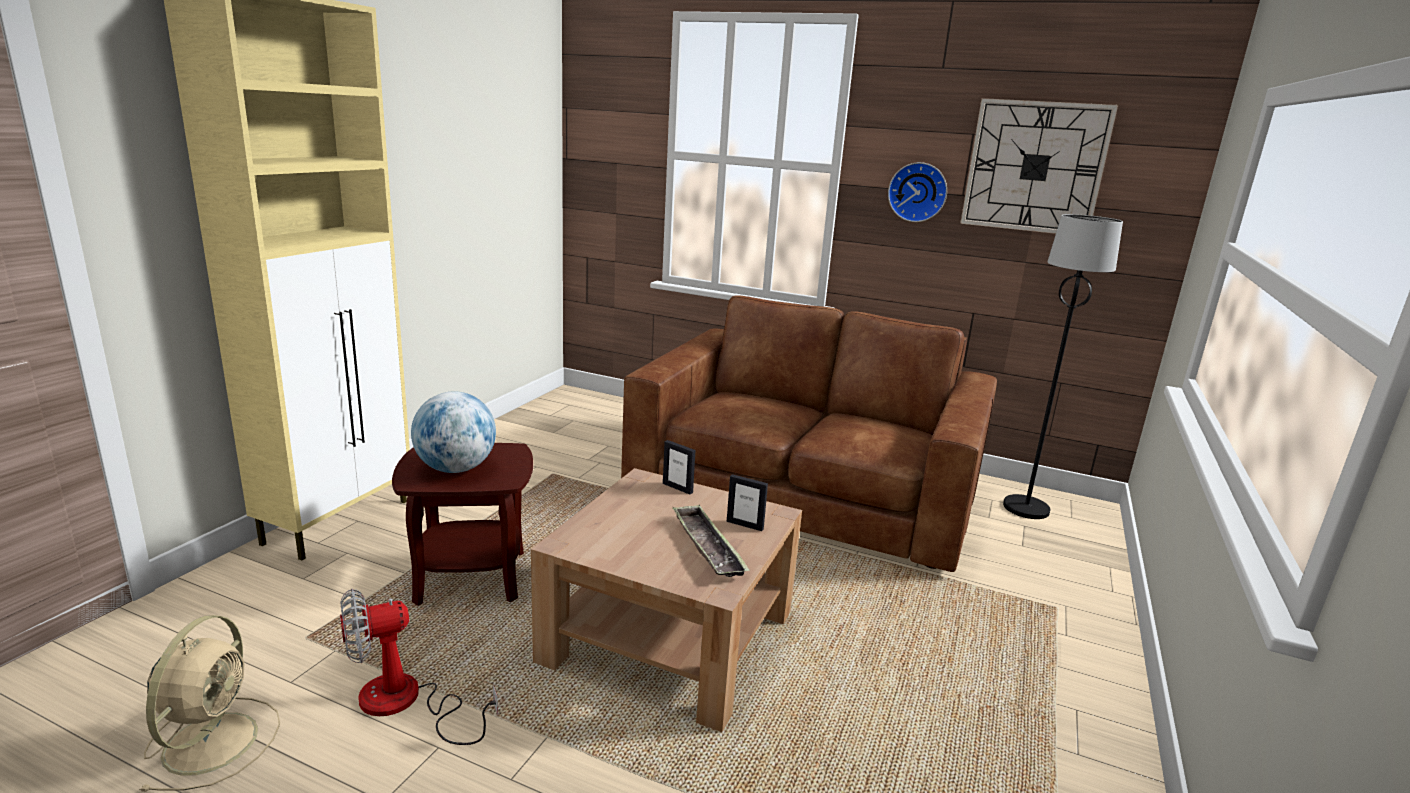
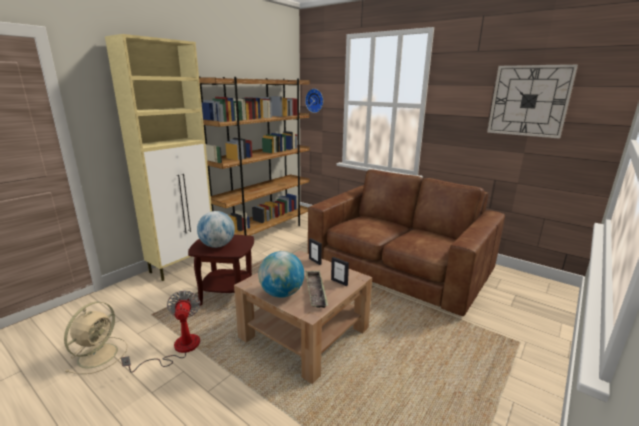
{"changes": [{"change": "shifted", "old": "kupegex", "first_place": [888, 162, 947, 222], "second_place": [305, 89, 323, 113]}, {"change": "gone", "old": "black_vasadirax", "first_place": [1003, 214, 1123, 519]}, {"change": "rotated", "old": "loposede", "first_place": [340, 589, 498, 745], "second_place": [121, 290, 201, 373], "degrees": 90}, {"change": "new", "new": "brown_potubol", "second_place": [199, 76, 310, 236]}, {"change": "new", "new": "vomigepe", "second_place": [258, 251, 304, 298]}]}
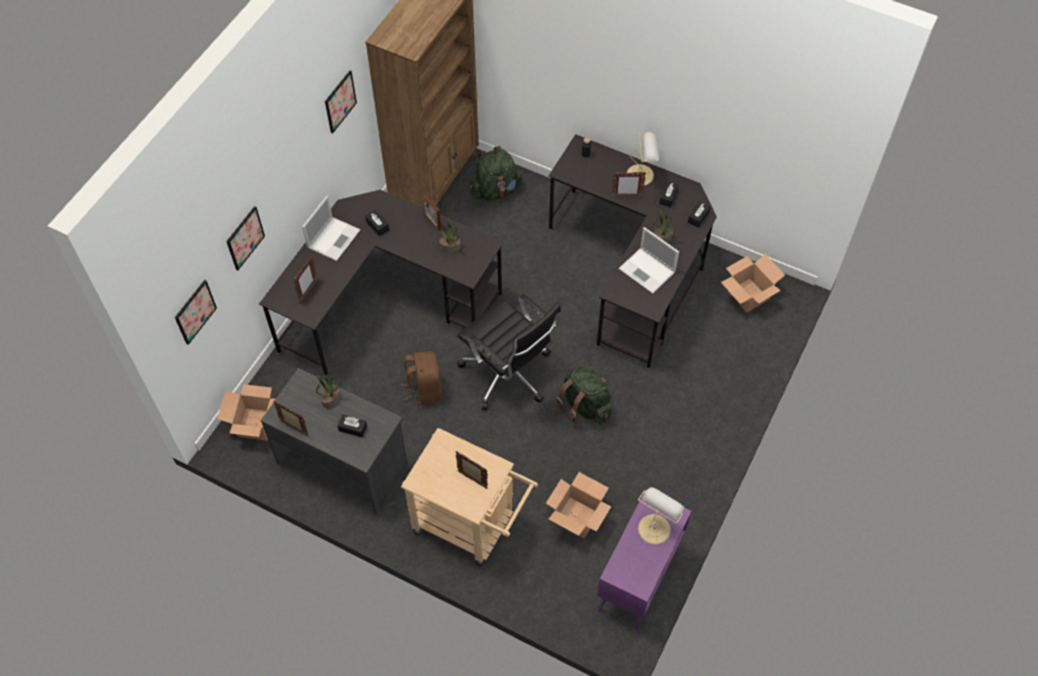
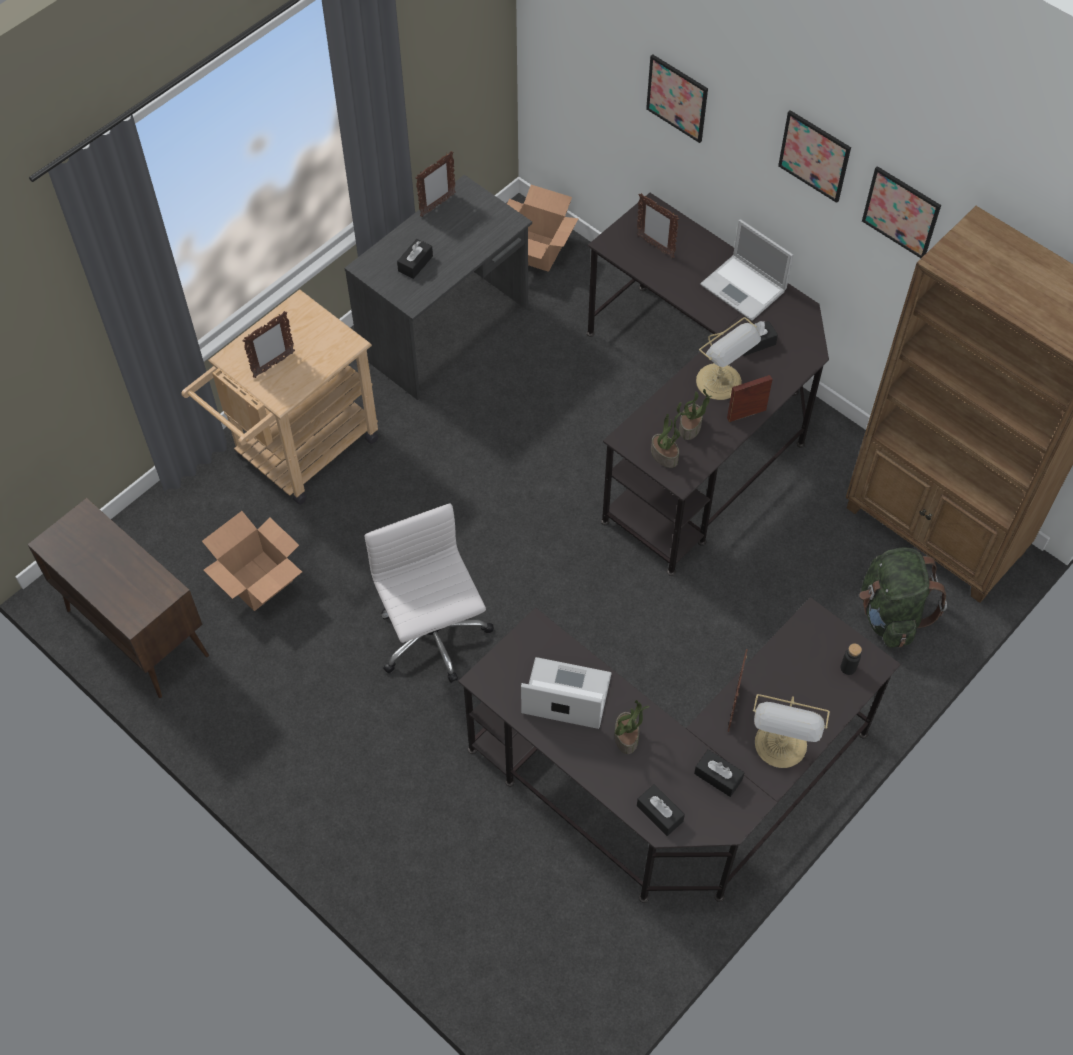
{"changes": [{"change": "rotated", "old": "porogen", "first_place": [619, 227, 679, 294], "second_place": [521, 657, 612, 729], "degrees": 45}, {"change": "gone", "old": "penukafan", "first_place": [721, 254, 785, 312]}, {"change": "shifted", "old": "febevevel", "first_place": [175, 280, 217, 345], "second_place": [778, 110, 851, 203]}, {"change": "gone", "old": "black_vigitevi", "first_place": [457, 294, 561, 410]}, {"change": "gone", "old": "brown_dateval", "first_place": [401, 351, 442, 405]}, {"change": "swapped", "old": "green_dateval", "new": "white_vigitevi", "first_place": [556, 365, 612, 424], "second_place": [365, 503, 494, 683]}, {"change": "shifted", "old": "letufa", "first_place": [316, 375, 341, 408], "second_place": [651, 412, 681, 468]}, {"change": "shifted", "old": "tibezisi", "first_place": [638, 487, 684, 545], "second_place": [696, 317, 761, 400]}, {"change": "repainted", "old": "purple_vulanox", "new": "brown_vulanox", "first_place": [597, 489, 691, 630], "second_place": [27, 498, 209, 698]}]}
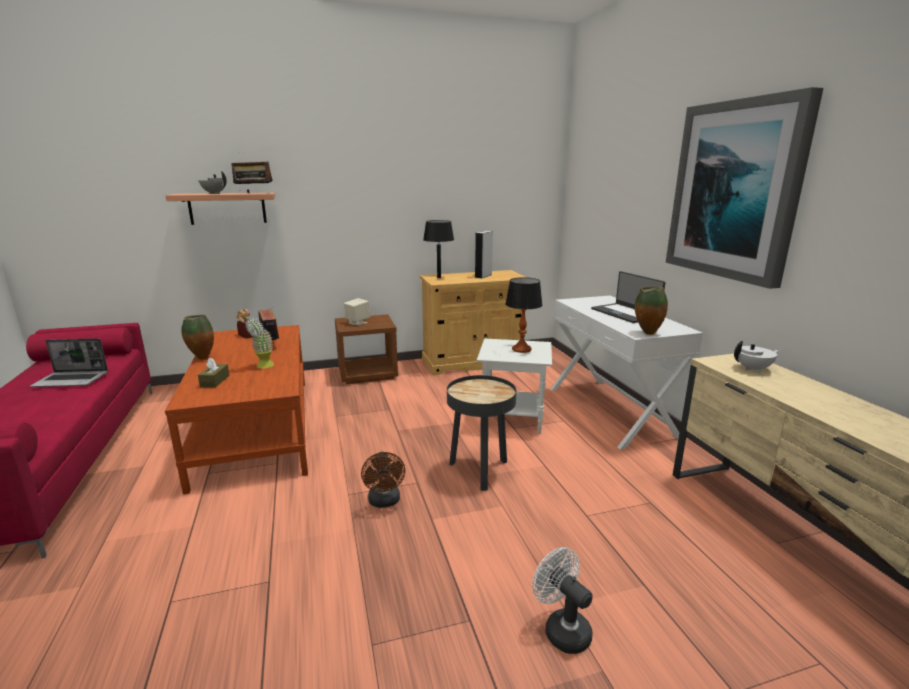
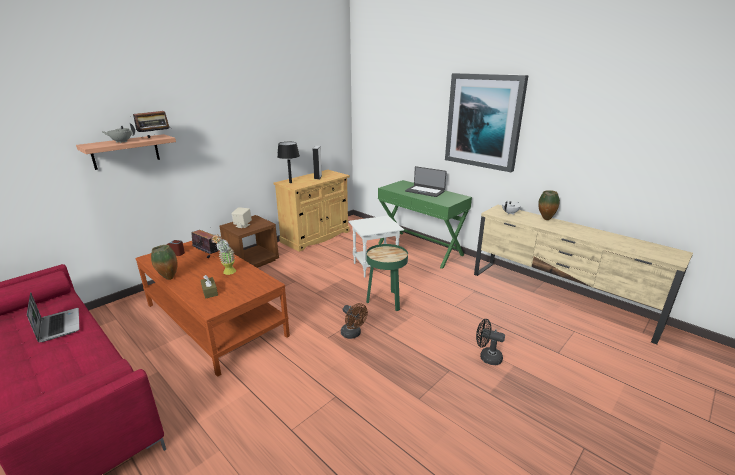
{"changes": [{"change": "gone", "old": "tibezisi", "first_place": [505, 277, 542, 353]}, {"change": "shifted", "old": "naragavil", "first_place": [635, 286, 668, 335], "second_place": [538, 190, 560, 220]}, {"change": "repainted", "old": "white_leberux", "new": "green_leberux", "first_place": [551, 296, 703, 450], "second_place": [378, 180, 472, 269]}, {"change": "rotated", "old": "porogen", "first_place": [30, 339, 108, 387], "second_place": [27, 292, 79, 342], "degrees": -90}, {"change": "repainted", "old": "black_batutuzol", "new": "green_batutuzol", "first_place": [447, 375, 517, 491], "second_place": [366, 244, 408, 311]}, {"change": "repainted", "old": "white_loposede", "new": "black_loposede", "first_place": [532, 547, 593, 654], "second_place": [476, 319, 505, 365]}]}
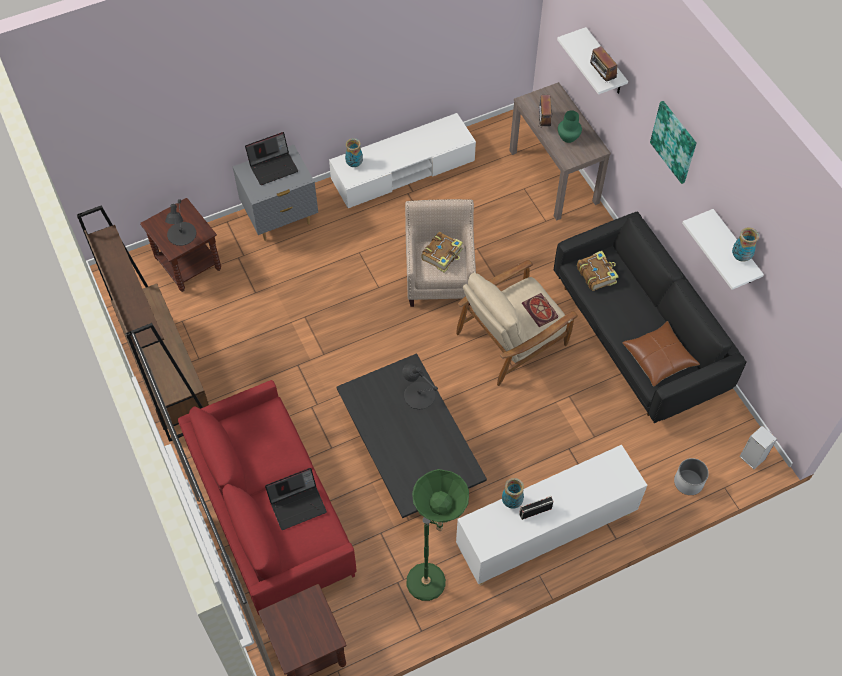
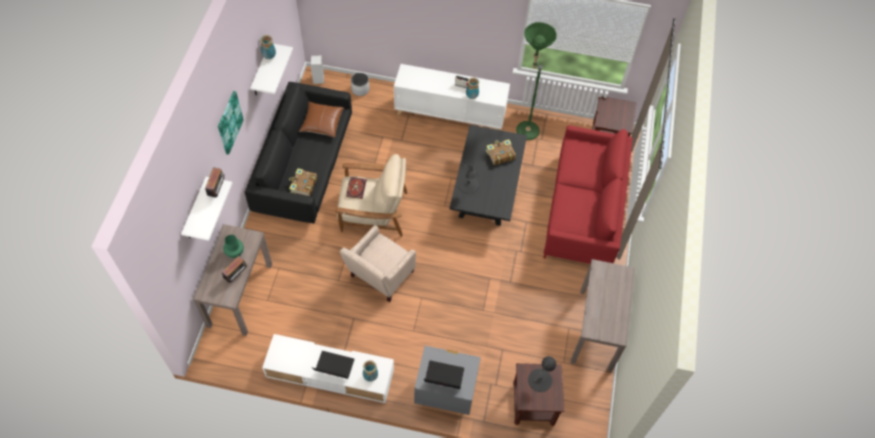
{"changes": [{"change": "swapped", "old": "brown_potubol", "new": "brown_leberux", "first_place": [77, 205, 209, 442], "second_place": [571, 259, 635, 372]}, {"change": "shifted", "old": "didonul", "first_place": [421, 232, 463, 273], "second_place": [486, 139, 516, 165]}, {"change": "shifted", "old": "porogen", "first_place": [265, 468, 327, 530], "second_place": [311, 351, 354, 379]}]}
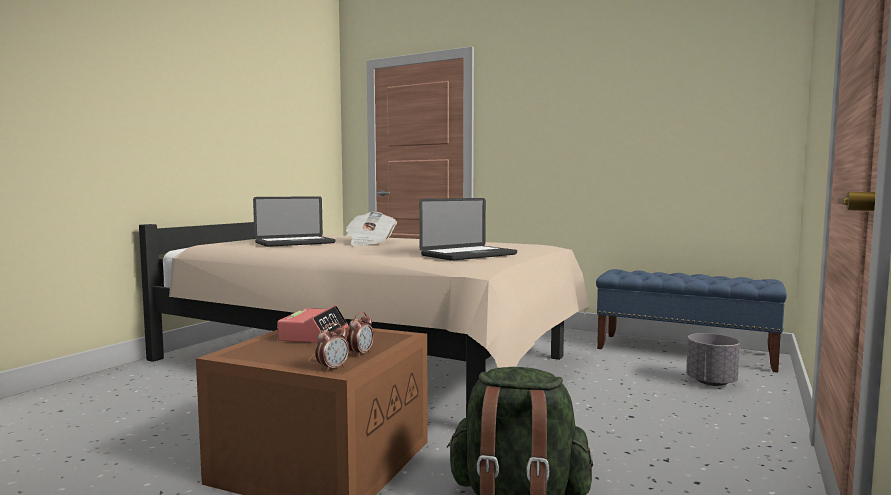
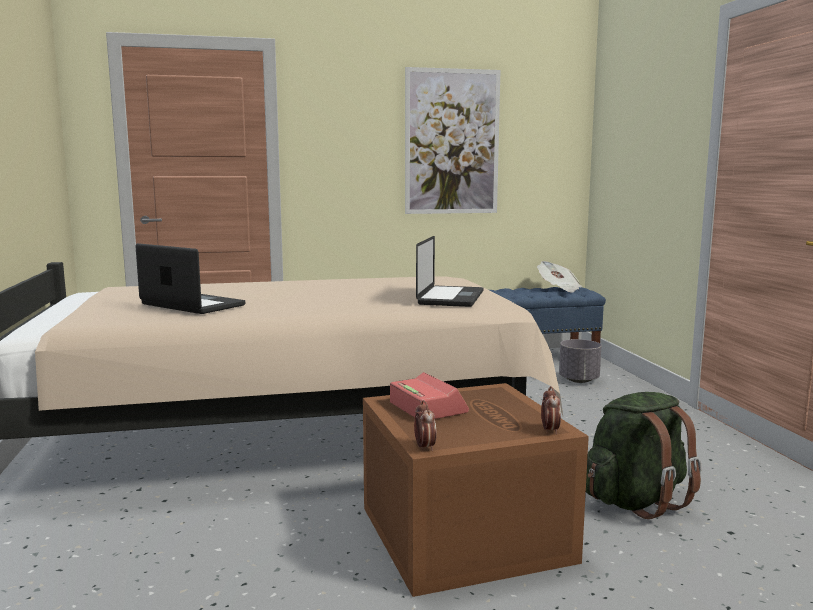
{"changes": [{"change": "rotated", "old": "porogen", "first_place": [253, 196, 336, 247], "second_place": [135, 243, 245, 314], "degrees": -75}, {"change": "shifted", "old": "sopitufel", "first_place": [345, 212, 397, 246], "second_place": [537, 261, 582, 293]}, {"change": "shifted", "old": "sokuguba", "first_place": [347, 312, 374, 357], "second_place": [414, 400, 437, 451]}, {"change": "new", "new": "febevevel", "second_place": [405, 67, 500, 214]}]}
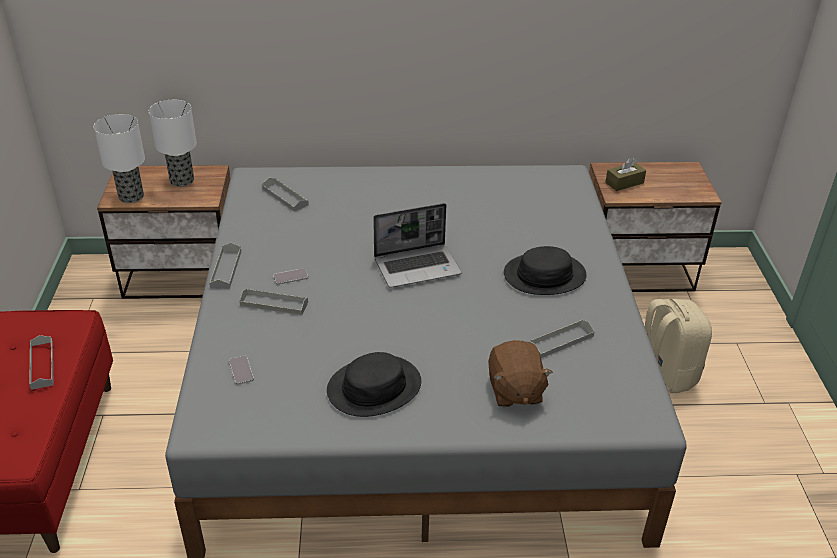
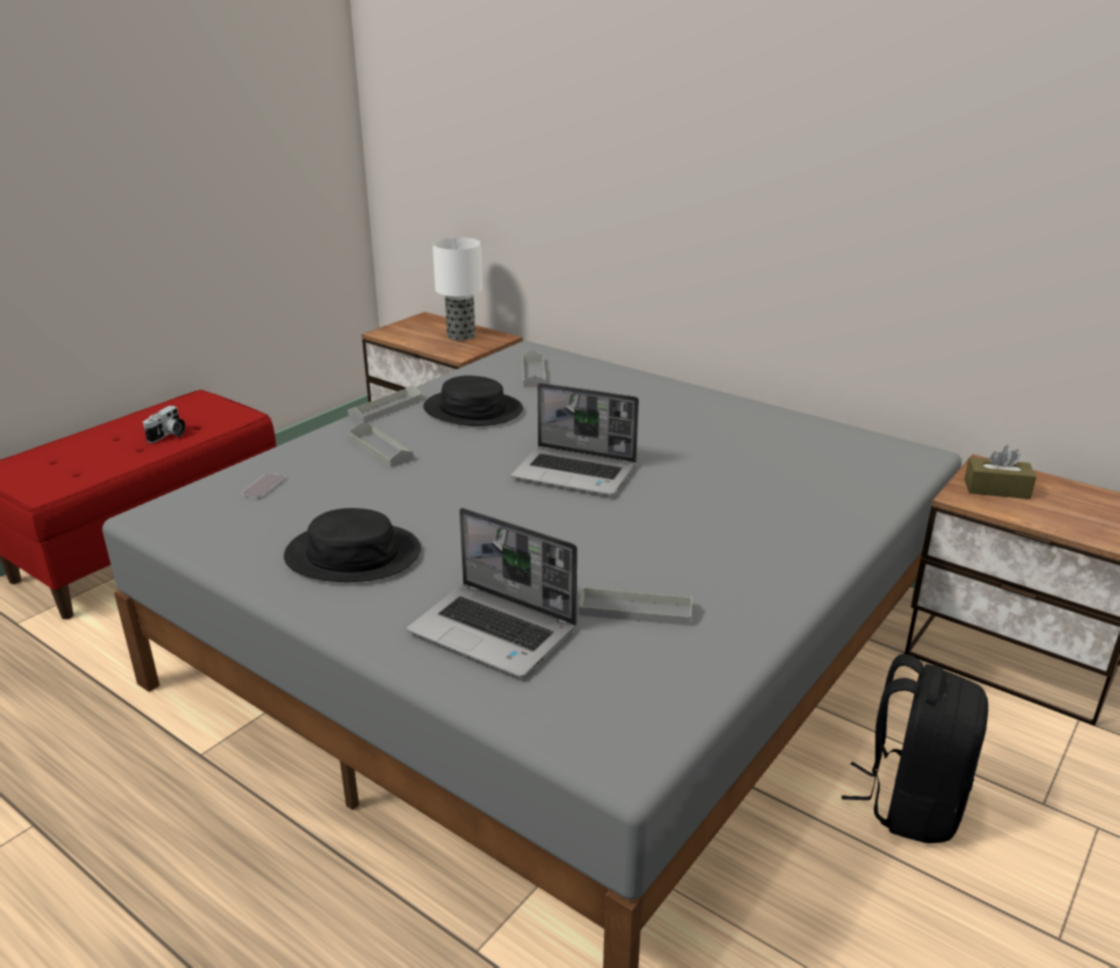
{"changes": [{"change": "gone", "old": "tibezisi", "first_place": [94, 114, 145, 203]}, {"change": "shifted", "old": "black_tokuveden", "first_place": [504, 246, 587, 295], "second_place": [423, 376, 523, 426]}, {"change": "gone", "old": "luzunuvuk", "first_place": [273, 268, 308, 284]}, {"change": "repainted", "old": "beige_dateval", "new": "black_dateval", "first_place": [645, 299, 712, 394], "second_place": [841, 654, 988, 843]}, {"change": "swapped", "old": "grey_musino", "new": "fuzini", "first_place": [29, 335, 54, 390], "second_place": [143, 406, 186, 443]}, {"change": "swapped", "old": "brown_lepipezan", "new": "porogen", "first_place": [488, 340, 553, 407], "second_place": [407, 508, 577, 677]}]}
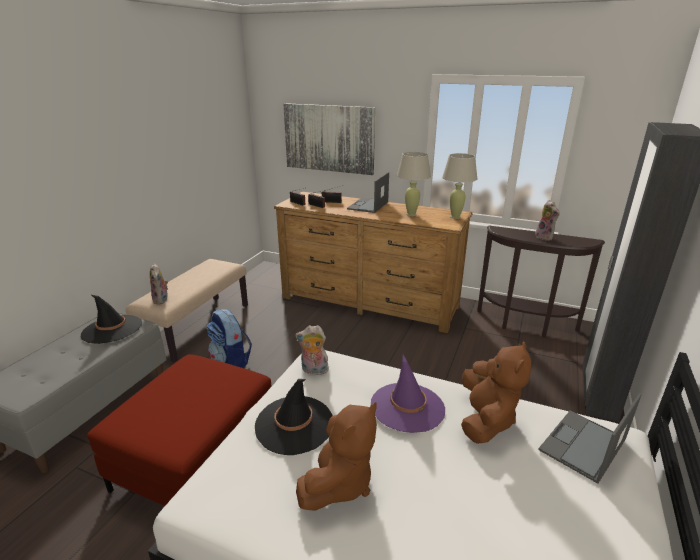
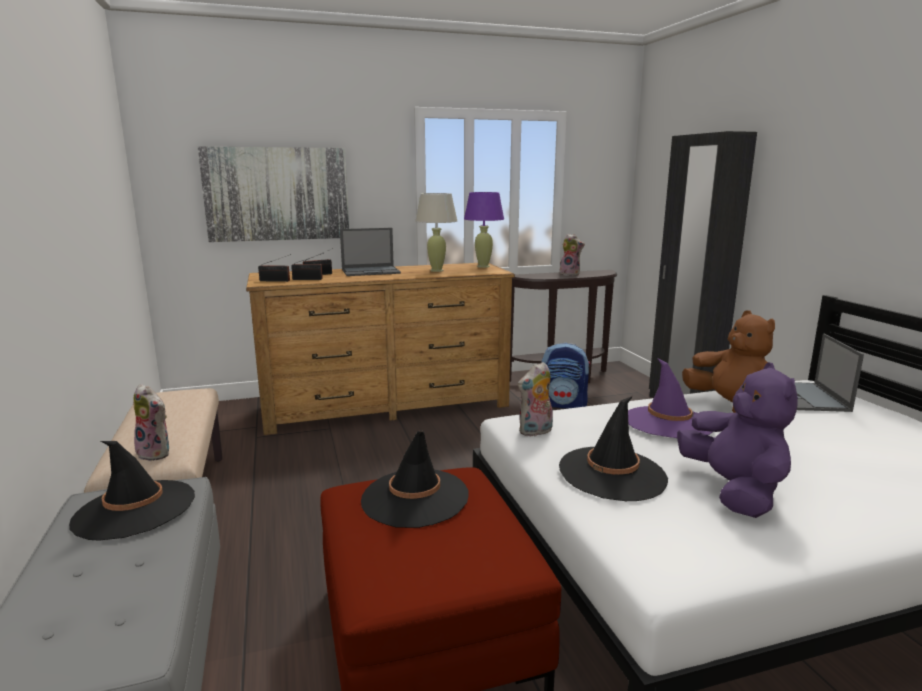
{"changes": [{"change": "repainted", "old": "beige_tibezisi", "new": "purple_tibezisi", "first_place": [442, 153, 477, 219], "second_place": [464, 192, 504, 268]}, {"change": "rotated", "old": "porogen", "first_place": [347, 172, 389, 213], "second_place": [340, 228, 401, 276], "degrees": -90}, {"change": "shifted", "old": "dateval", "first_place": [207, 309, 252, 368], "second_place": [542, 343, 591, 409]}, {"change": "repainted", "old": "brown_lepipezan", "new": "purple_lepipezan", "first_place": [296, 402, 377, 511], "second_place": [677, 362, 798, 518]}, {"change": "new", "new": "black_tokuveden", "second_place": [361, 430, 468, 528]}]}
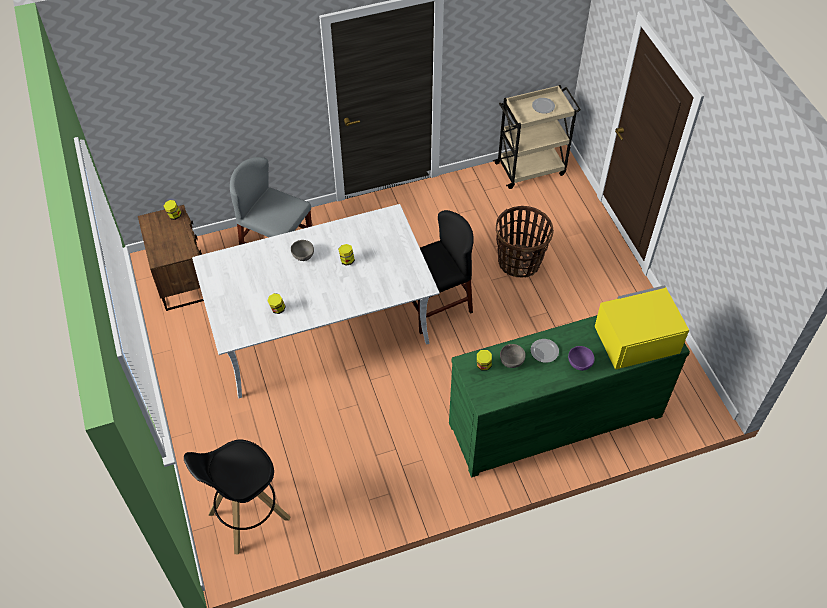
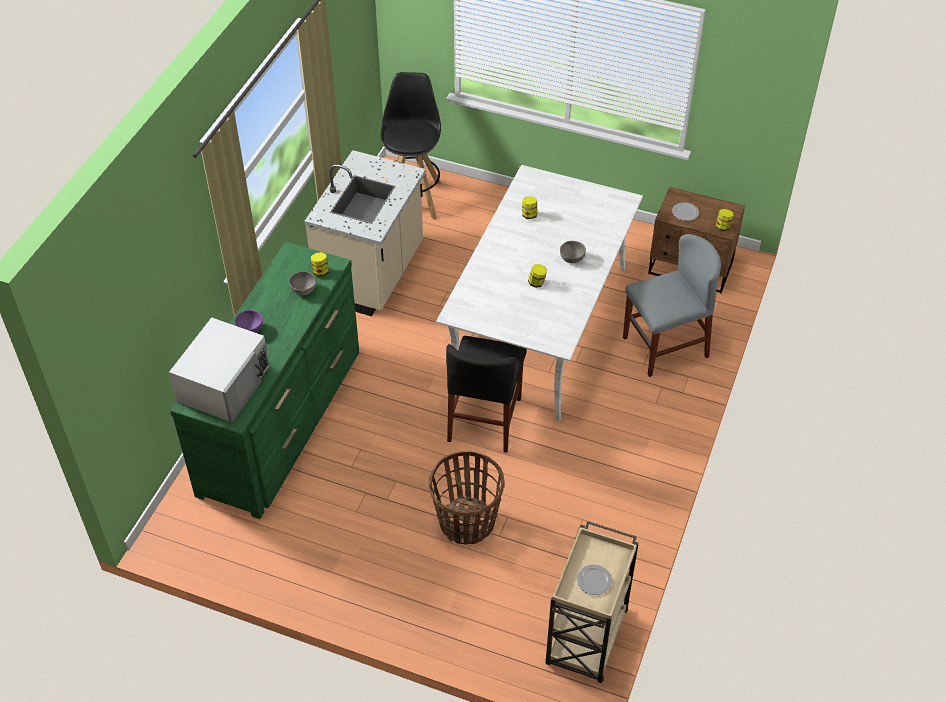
{"changes": [{"change": "repainted", "old": "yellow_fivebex", "new": "white_fivebex", "first_place": [595, 285, 689, 370], "second_place": [169, 317, 270, 422]}, {"change": "shifted", "old": "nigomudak", "first_place": [531, 339, 559, 363], "second_place": [672, 202, 699, 221]}, {"change": "new", "new": "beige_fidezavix", "second_place": [304, 150, 426, 316]}]}
